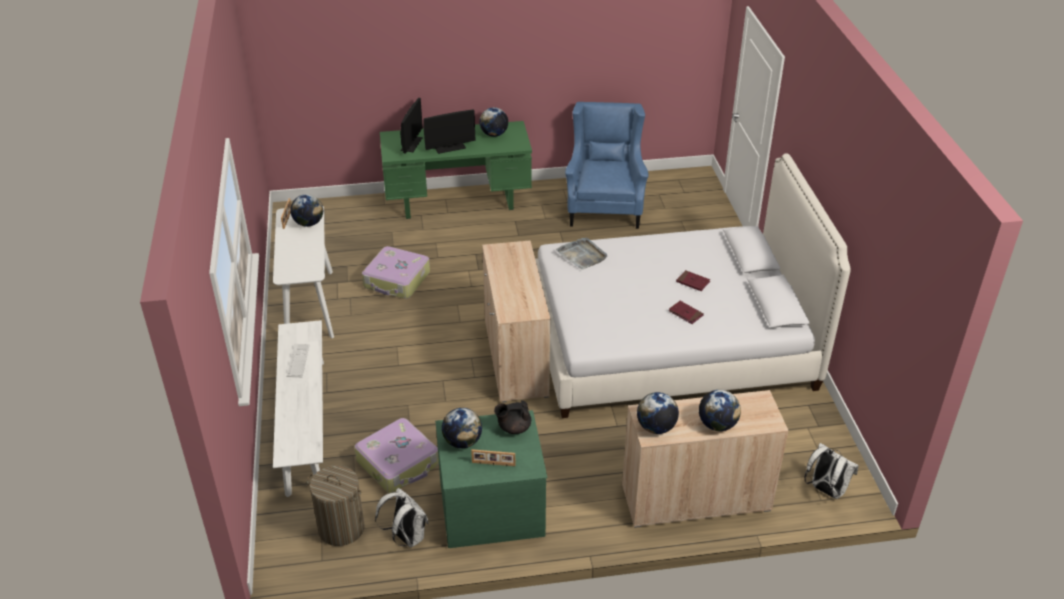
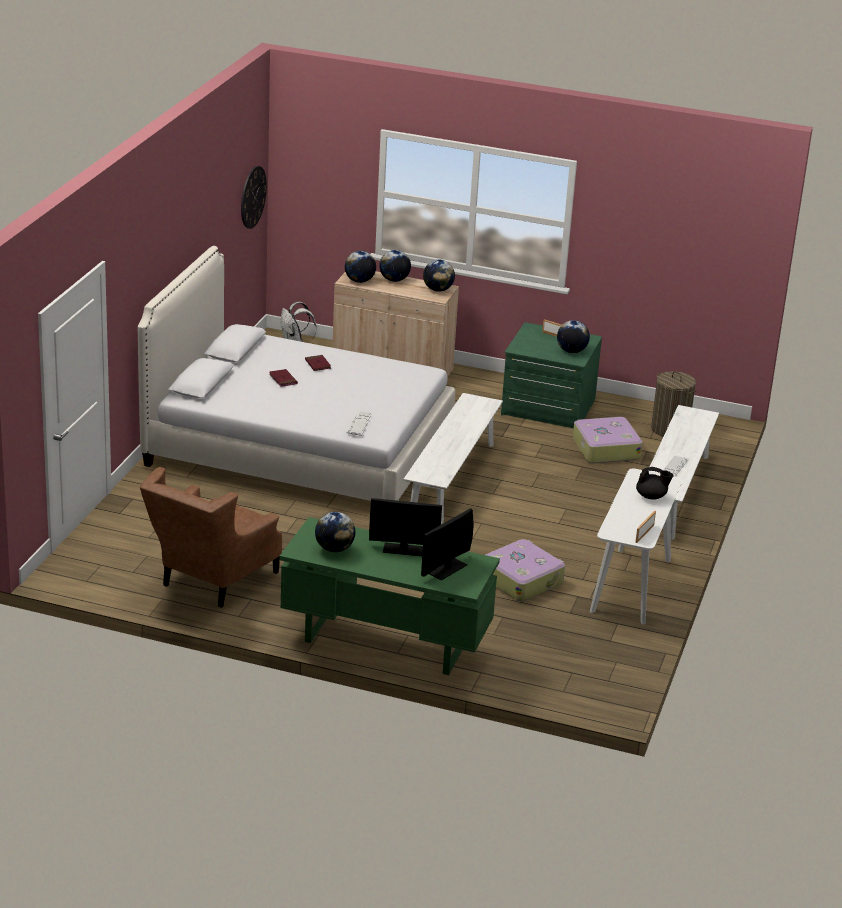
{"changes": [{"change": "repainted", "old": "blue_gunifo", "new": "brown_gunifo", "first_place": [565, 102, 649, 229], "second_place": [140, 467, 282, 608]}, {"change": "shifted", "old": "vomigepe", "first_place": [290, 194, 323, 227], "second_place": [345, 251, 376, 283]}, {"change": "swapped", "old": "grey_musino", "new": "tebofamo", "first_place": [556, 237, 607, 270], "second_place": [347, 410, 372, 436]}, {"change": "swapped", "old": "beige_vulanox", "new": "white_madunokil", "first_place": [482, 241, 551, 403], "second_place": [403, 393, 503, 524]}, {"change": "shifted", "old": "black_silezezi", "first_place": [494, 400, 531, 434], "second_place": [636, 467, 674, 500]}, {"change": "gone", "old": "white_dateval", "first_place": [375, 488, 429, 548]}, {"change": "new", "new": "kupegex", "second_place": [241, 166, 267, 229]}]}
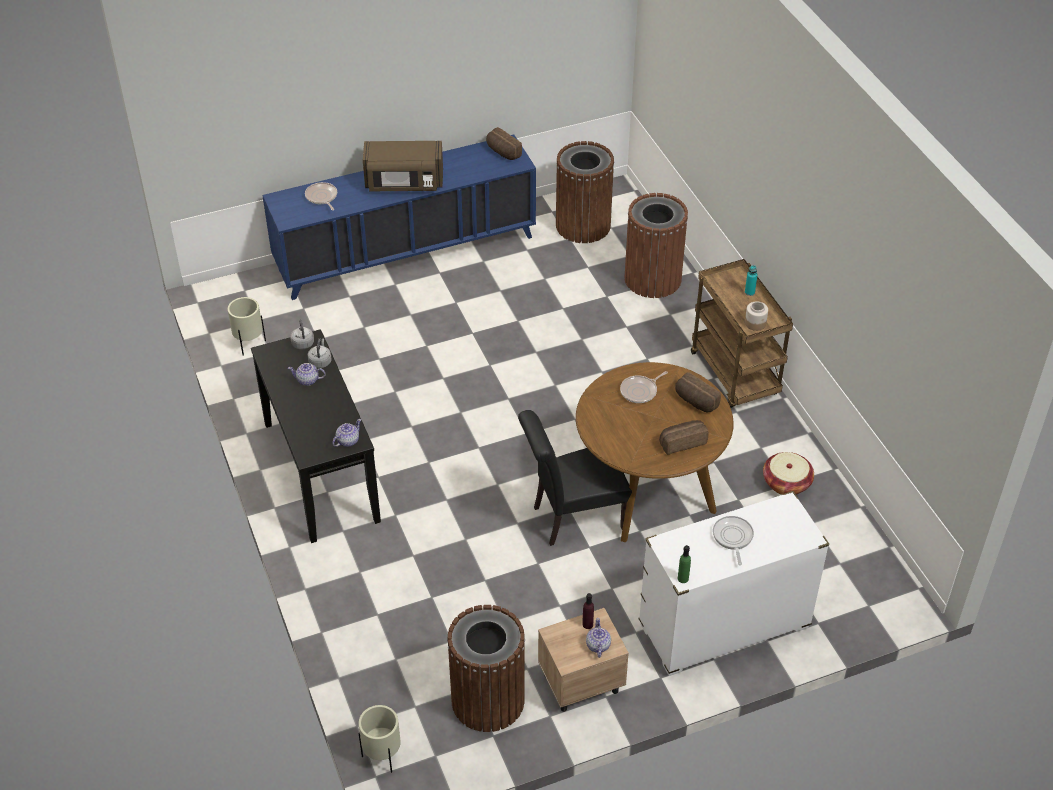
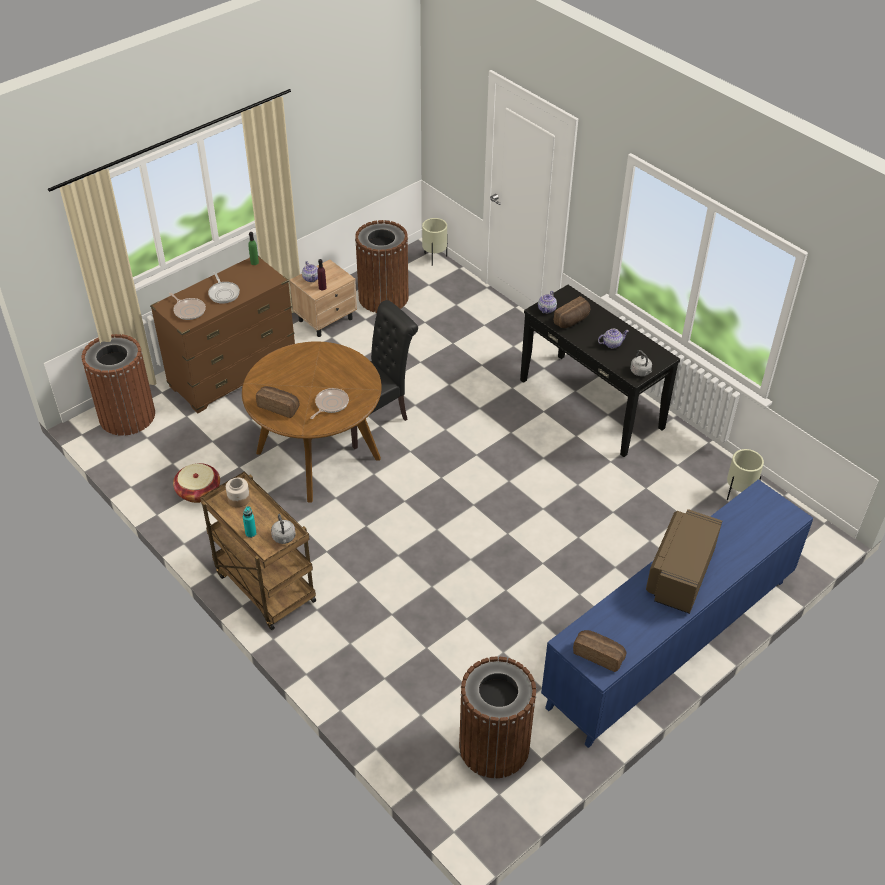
{"changes": [{"change": "rotated", "old": "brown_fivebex", "first_place": [363, 141, 443, 191], "second_place": [646, 509, 722, 614], "degrees": -45}, {"change": "shifted", "old": "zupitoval", "first_place": [305, 182, 337, 210], "second_place": [169, 293, 206, 320]}, {"change": "shifted", "old": "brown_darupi", "first_place": [624, 193, 688, 298], "second_place": [82, 334, 155, 436]}, {"change": "shifted", "old": "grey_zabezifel", "first_place": [308, 338, 331, 368], "second_place": [271, 514, 296, 544]}, {"change": "shifted", "old": "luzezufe", "first_place": [659, 420, 708, 455], "second_place": [554, 296, 591, 328]}, {"change": "repainted", "old": "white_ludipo", "new": "brown_ludipo", "first_place": [639, 491, 829, 676], "second_place": [150, 256, 295, 413]}]}
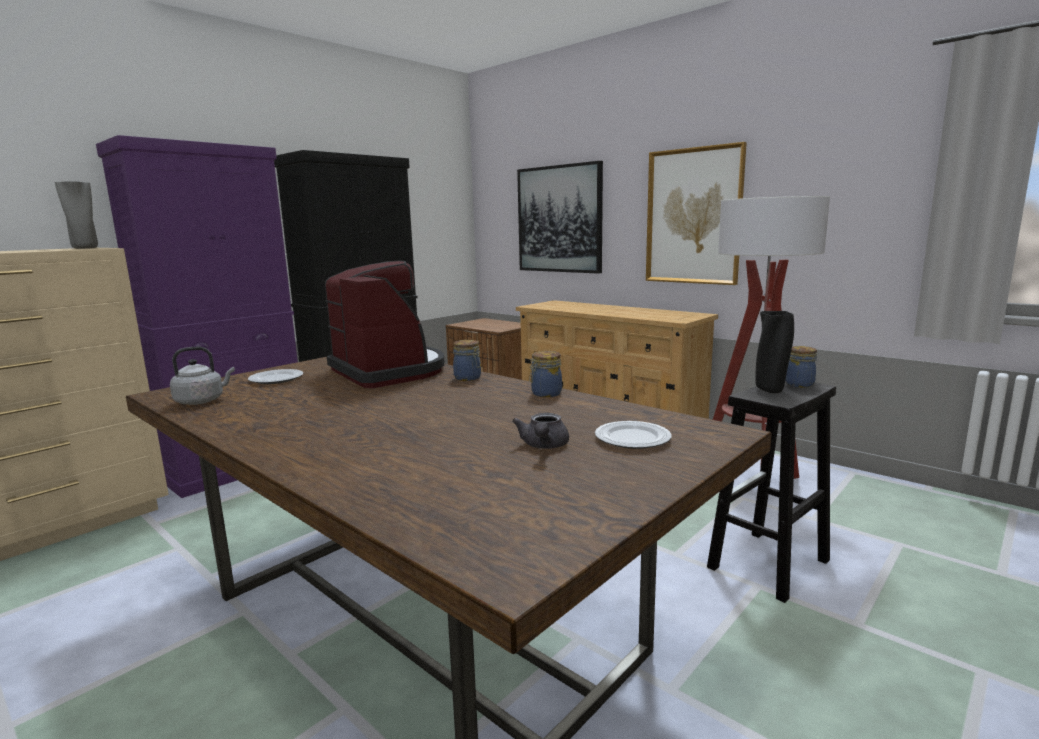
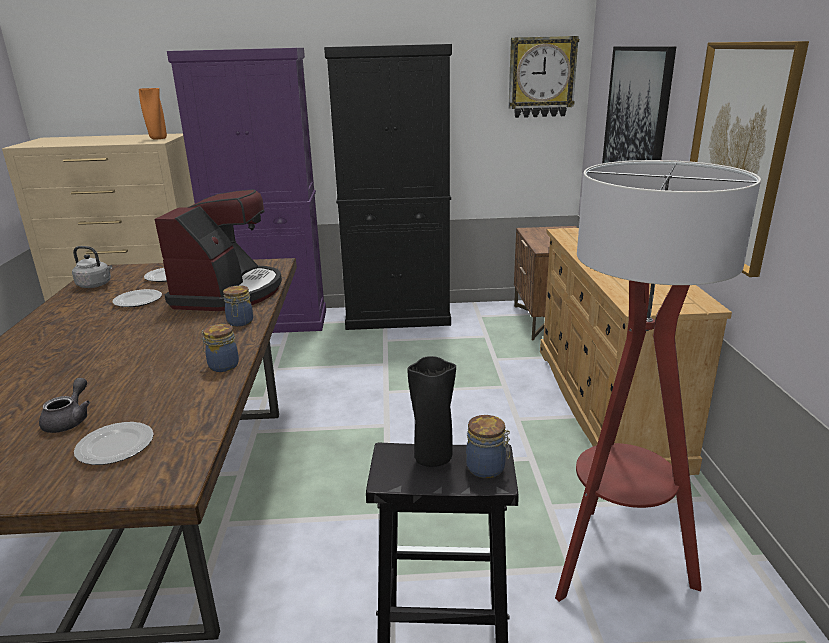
{"changes": [{"change": "repainted", "old": "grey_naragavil", "new": "orange_naragavil", "first_place": [55, 181, 98, 249], "second_place": [139, 88, 167, 140]}, {"change": "rotated", "old": "grey_silezezi", "first_place": [512, 413, 569, 449], "second_place": [39, 378, 90, 433], "degrees": 135}, {"change": "new", "new": "kupegex", "second_place": [508, 36, 579, 118]}, {"change": "new", "new": "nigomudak", "second_place": [112, 289, 162, 307]}]}
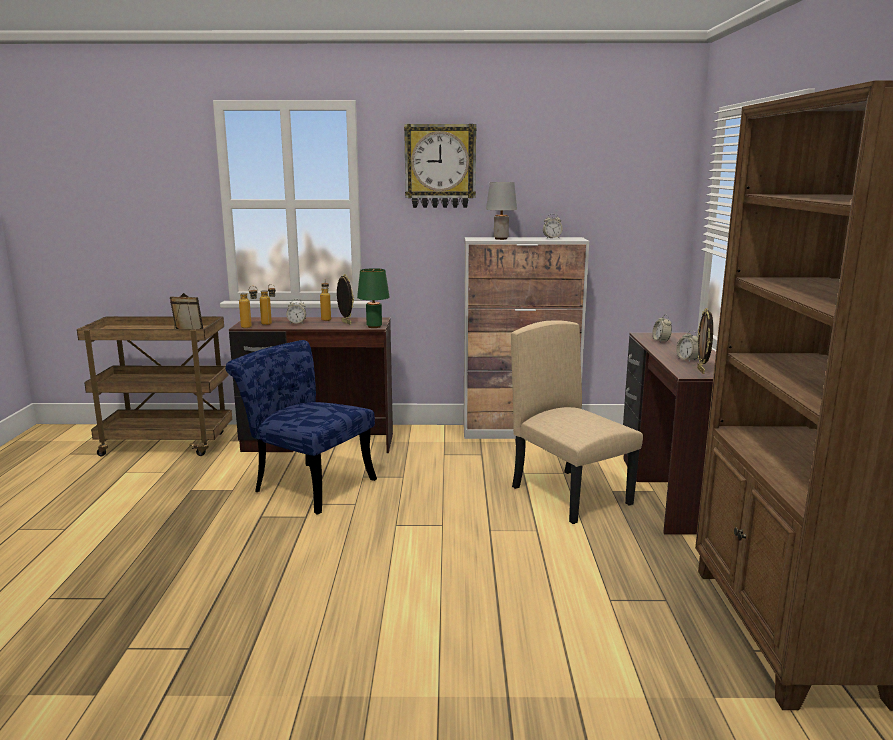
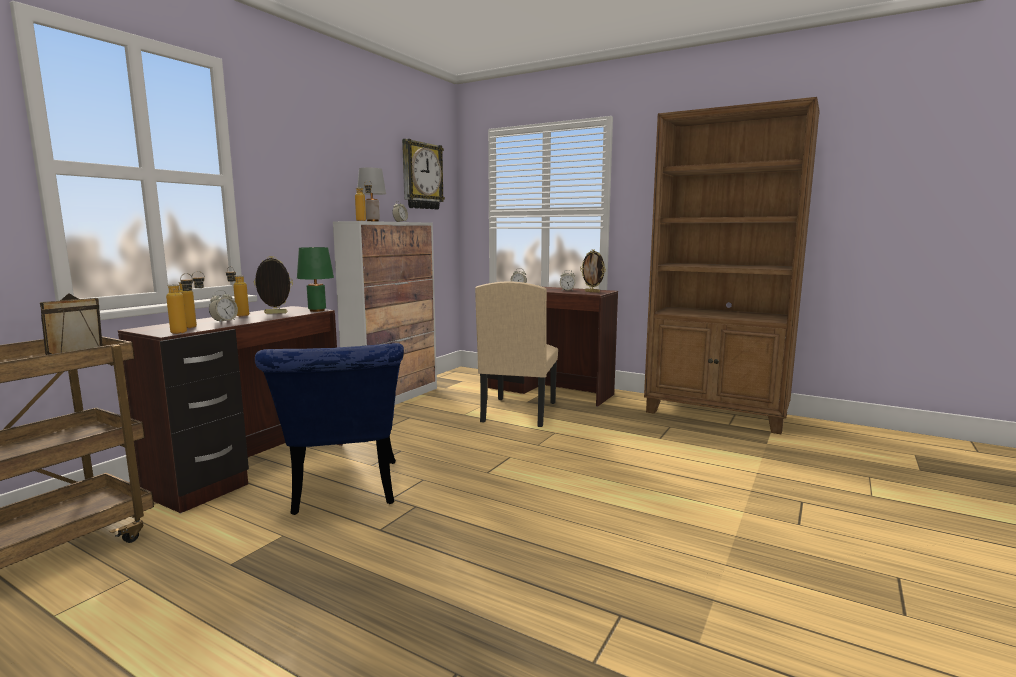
{"changes": [{"change": "shifted", "old": "kupegex", "first_place": [404, 124, 476, 208], "second_place": [402, 139, 445, 210]}, {"change": "rotated", "old": "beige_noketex", "first_place": [511, 320, 643, 524], "second_place": [475, 281, 558, 427], "degrees": -75}, {"change": "rotated", "old": "blue_noketex", "first_place": [226, 340, 377, 515], "second_place": [255, 343, 404, 515], "degrees": -75}, {"change": "new", "new": "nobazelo", "second_place": [355, 181, 372, 221]}]}
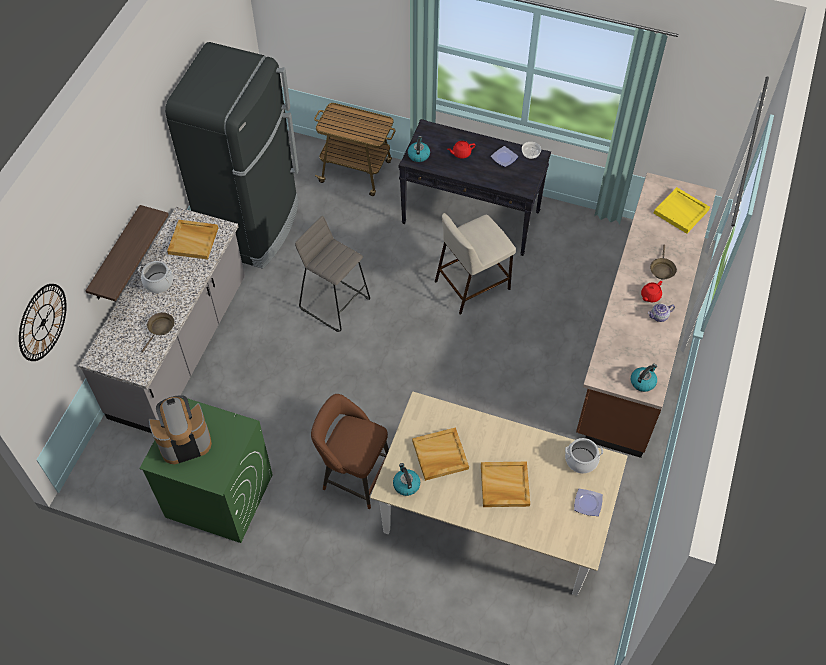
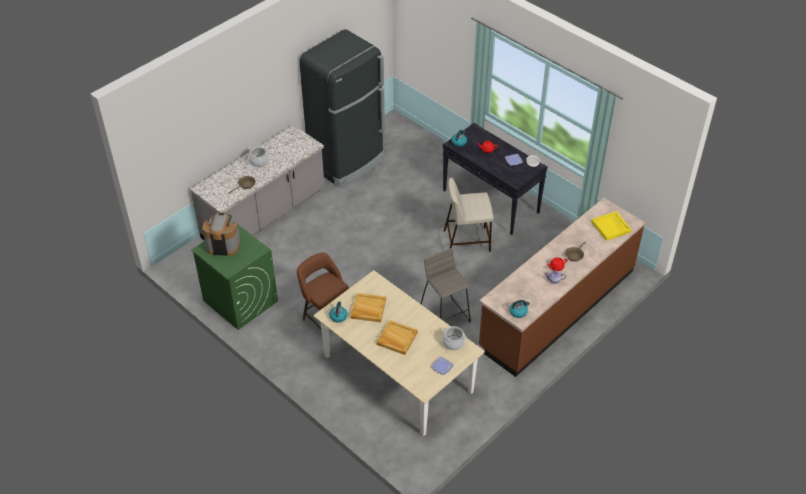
{"changes": [{"change": "gone", "old": "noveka", "first_place": [314, 103, 396, 196]}, {"change": "gone", "old": "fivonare", "first_place": [85, 205, 169, 302]}, {"change": "shifted", "old": "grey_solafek", "first_place": [295, 216, 370, 332], "second_place": [420, 248, 471, 323]}, {"change": "gone", "old": "beige_musino", "first_place": [167, 220, 218, 260]}, {"change": "gone", "old": "kupegex", "first_place": [19, 284, 67, 361]}]}
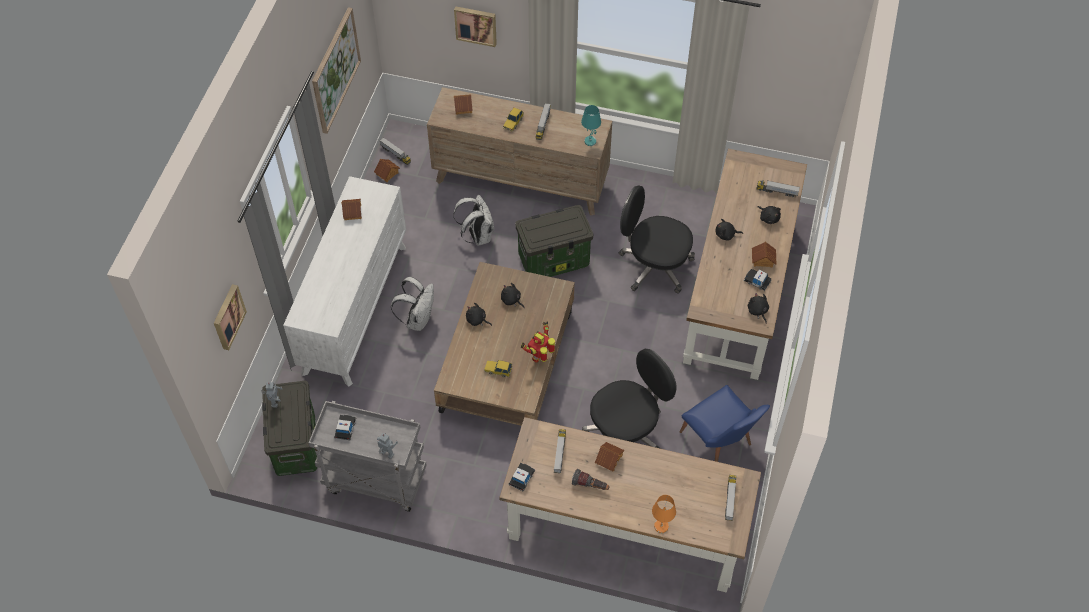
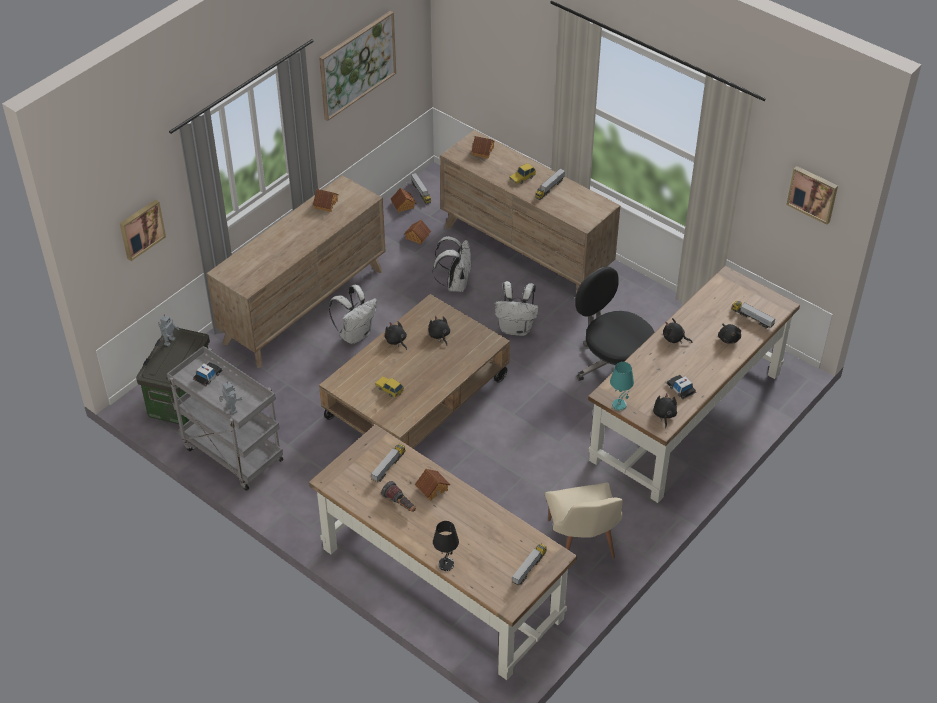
{"changes": [{"change": "shifted", "old": "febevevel", "first_place": [454, 6, 497, 47], "second_place": [786, 166, 838, 225]}, {"change": "shifted", "old": "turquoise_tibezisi", "first_place": [581, 105, 601, 146], "second_place": [610, 362, 634, 411]}, {"change": "repainted", "old": "white_ludipo", "new": "brown_ludipo", "first_place": [283, 176, 406, 387], "second_place": [206, 175, 386, 368]}, {"change": "swapped", "old": "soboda", "new": "white_dateval", "first_place": [515, 205, 593, 277], "second_place": [495, 281, 539, 336]}, {"change": "shifted", "old": "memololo", "first_place": [752, 241, 776, 268], "second_place": [404, 219, 431, 245]}, {"change": "gone", "old": "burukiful", "first_place": [521, 321, 555, 363]}, {"change": "gone", "old": "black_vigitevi", "first_place": [582, 349, 677, 449]}, {"change": "repainted", "old": "blue_noketex", "new": "beige_noketex", "first_place": [680, 385, 770, 462], "second_place": [545, 482, 623, 559]}, {"change": "gone", "old": "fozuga", "first_place": [508, 463, 535, 492]}, {"change": "repainted", "old": "orange_tibezisi", "new": "black_tibezisi", "first_place": [652, 495, 676, 533], "second_place": [433, 521, 459, 571]}]}
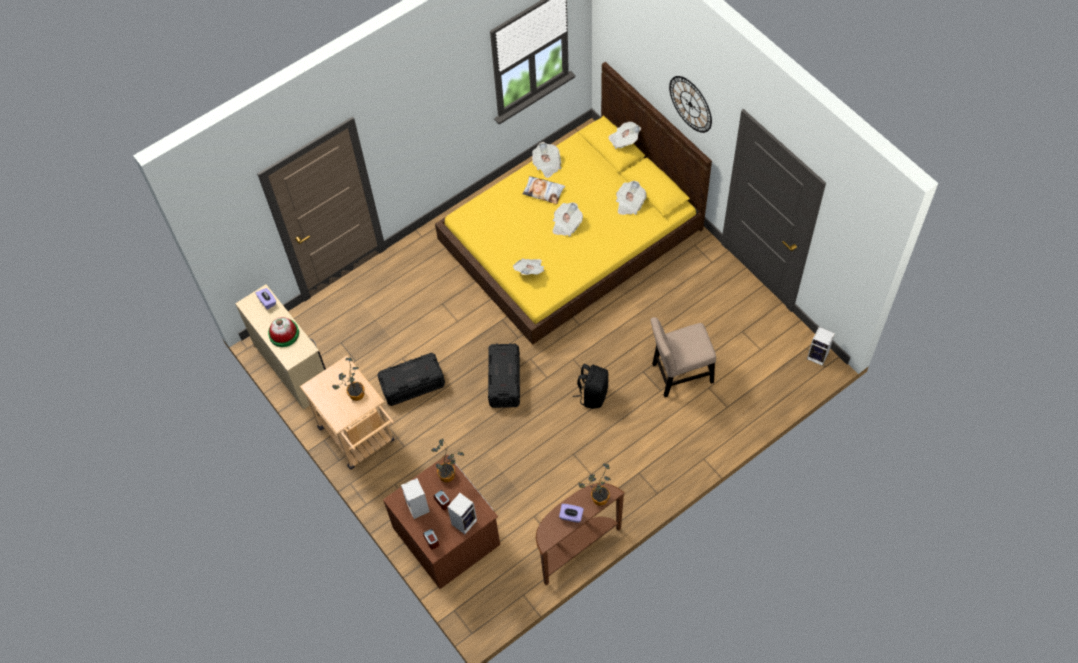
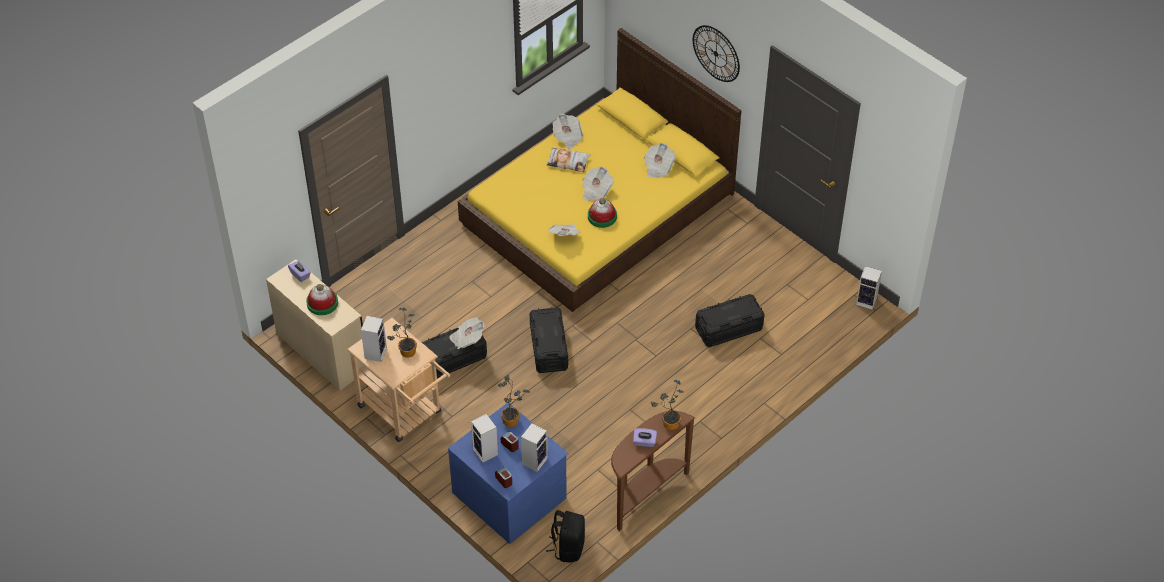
{"changes": [{"change": "shifted", "old": "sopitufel", "first_place": [608, 121, 641, 149], "second_place": [449, 317, 485, 350]}, {"change": "swapped", "old": "beige_noketex", "new": "black_soboda", "first_place": [651, 317, 716, 397], "second_place": [695, 294, 765, 347]}, {"change": "shifted", "old": "black_dateval", "first_place": [573, 364, 609, 409], "second_place": [546, 510, 585, 562]}, {"change": "repainted", "old": "brown_ludipo", "new": "blue_ludipo", "first_place": [383, 454, 500, 589], "second_place": [448, 403, 568, 544]}, {"change": "new", "new": "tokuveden", "second_place": [588, 198, 617, 228]}, {"change": "new", "new": "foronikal", "second_place": [361, 316, 387, 362]}]}
